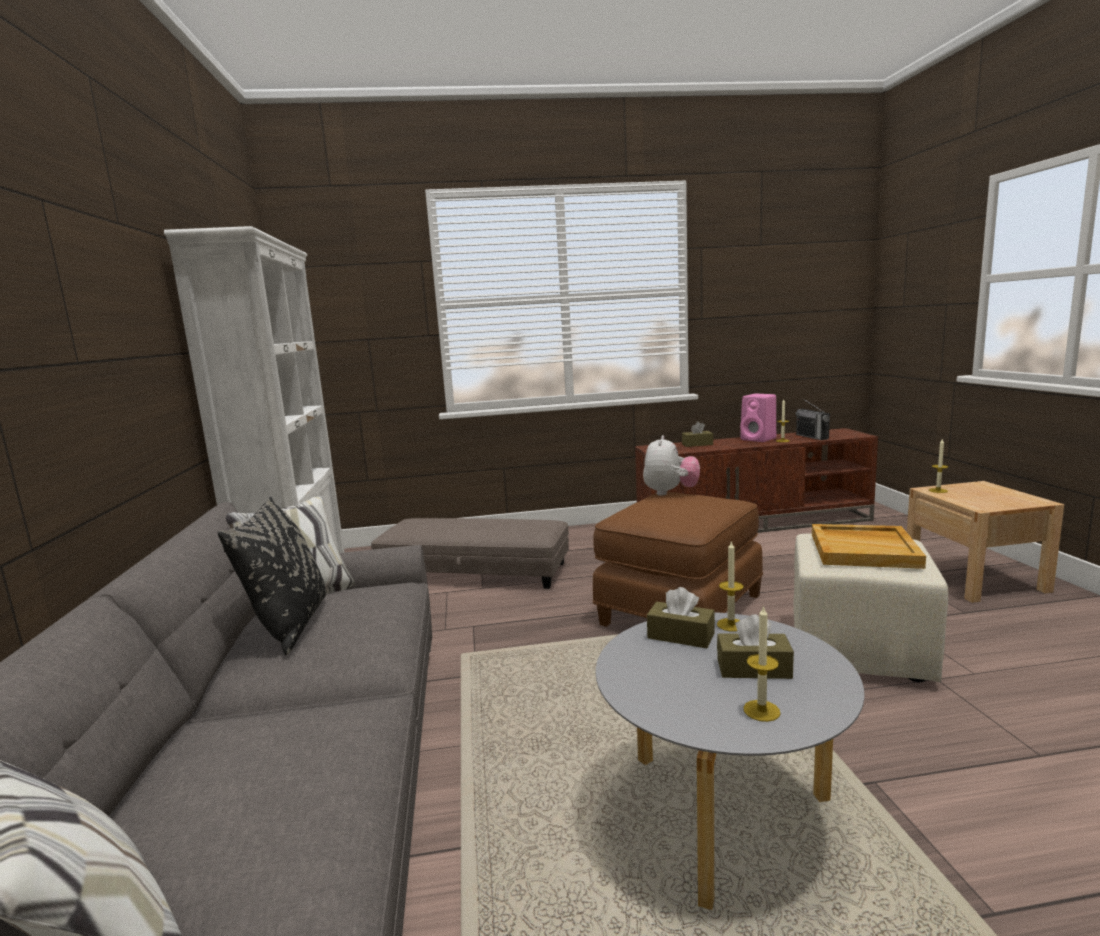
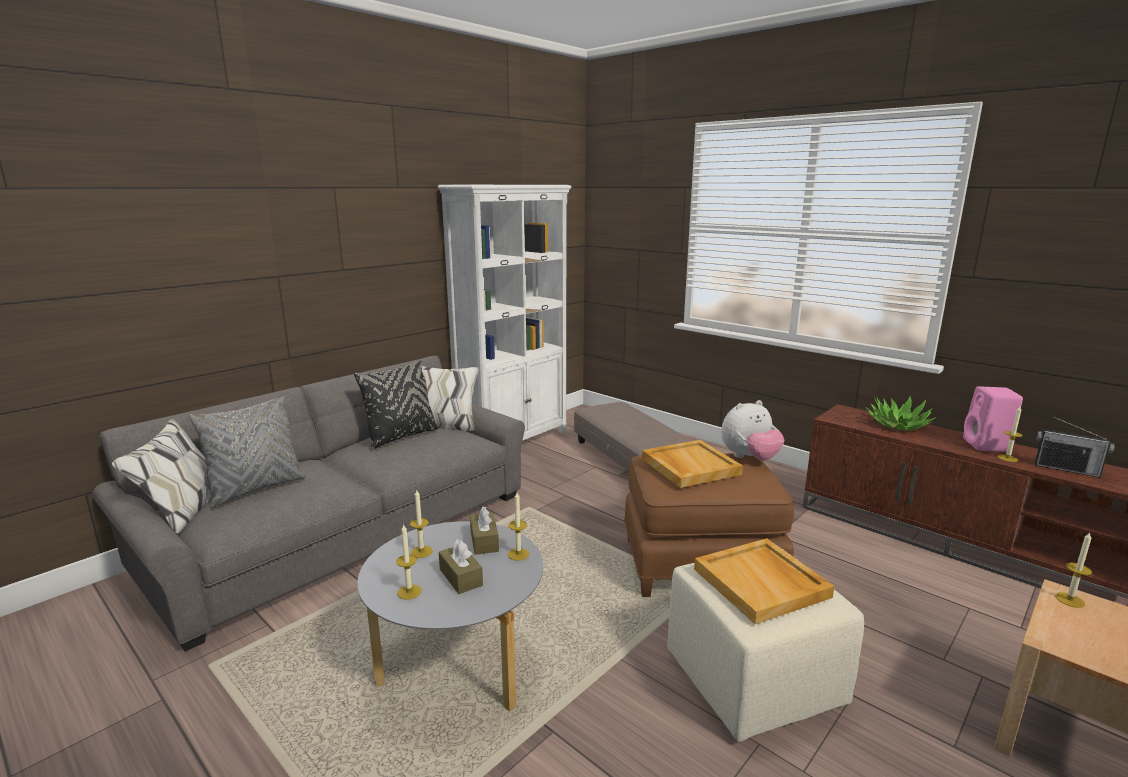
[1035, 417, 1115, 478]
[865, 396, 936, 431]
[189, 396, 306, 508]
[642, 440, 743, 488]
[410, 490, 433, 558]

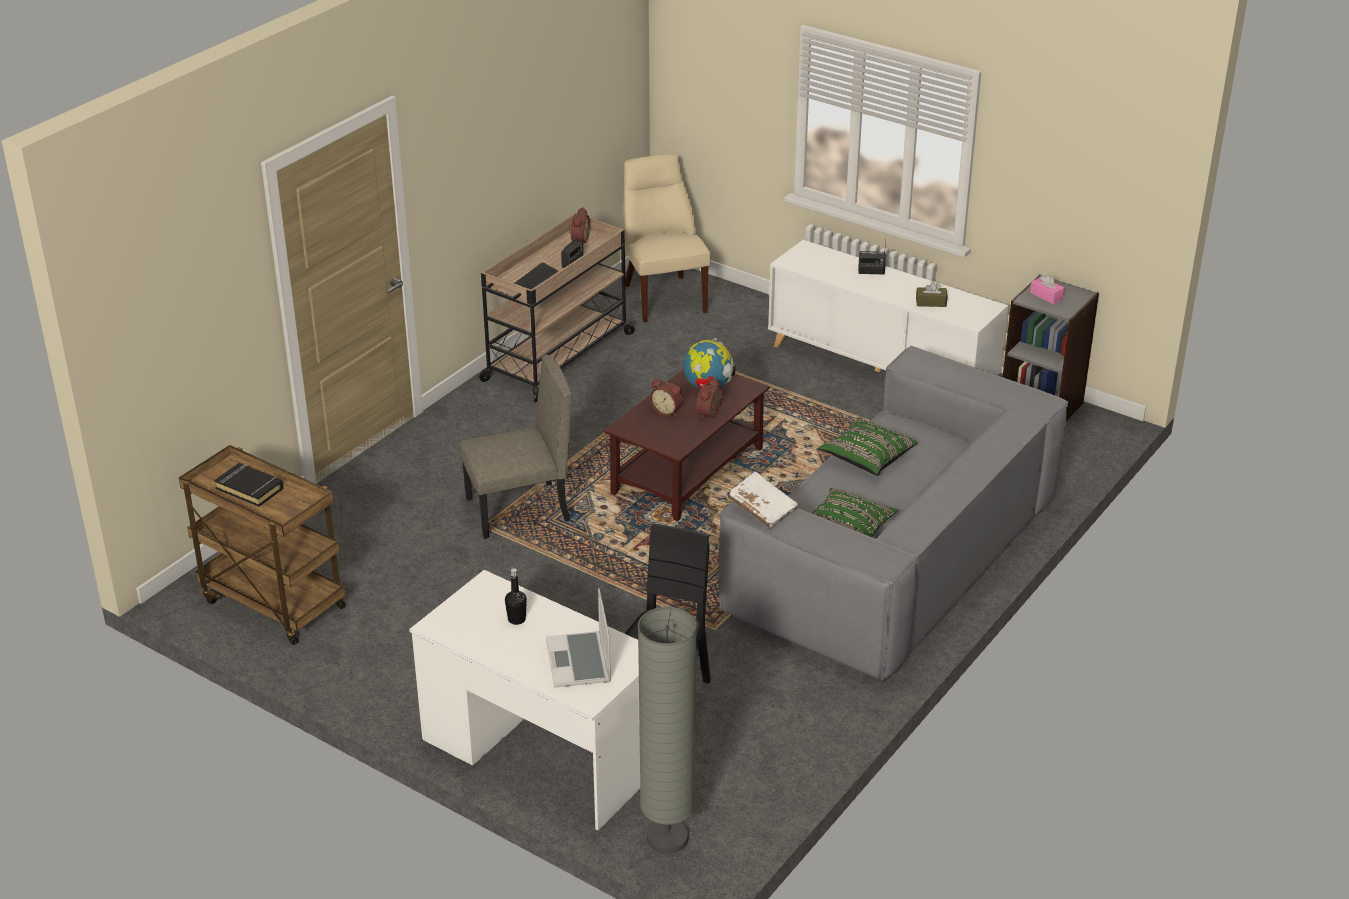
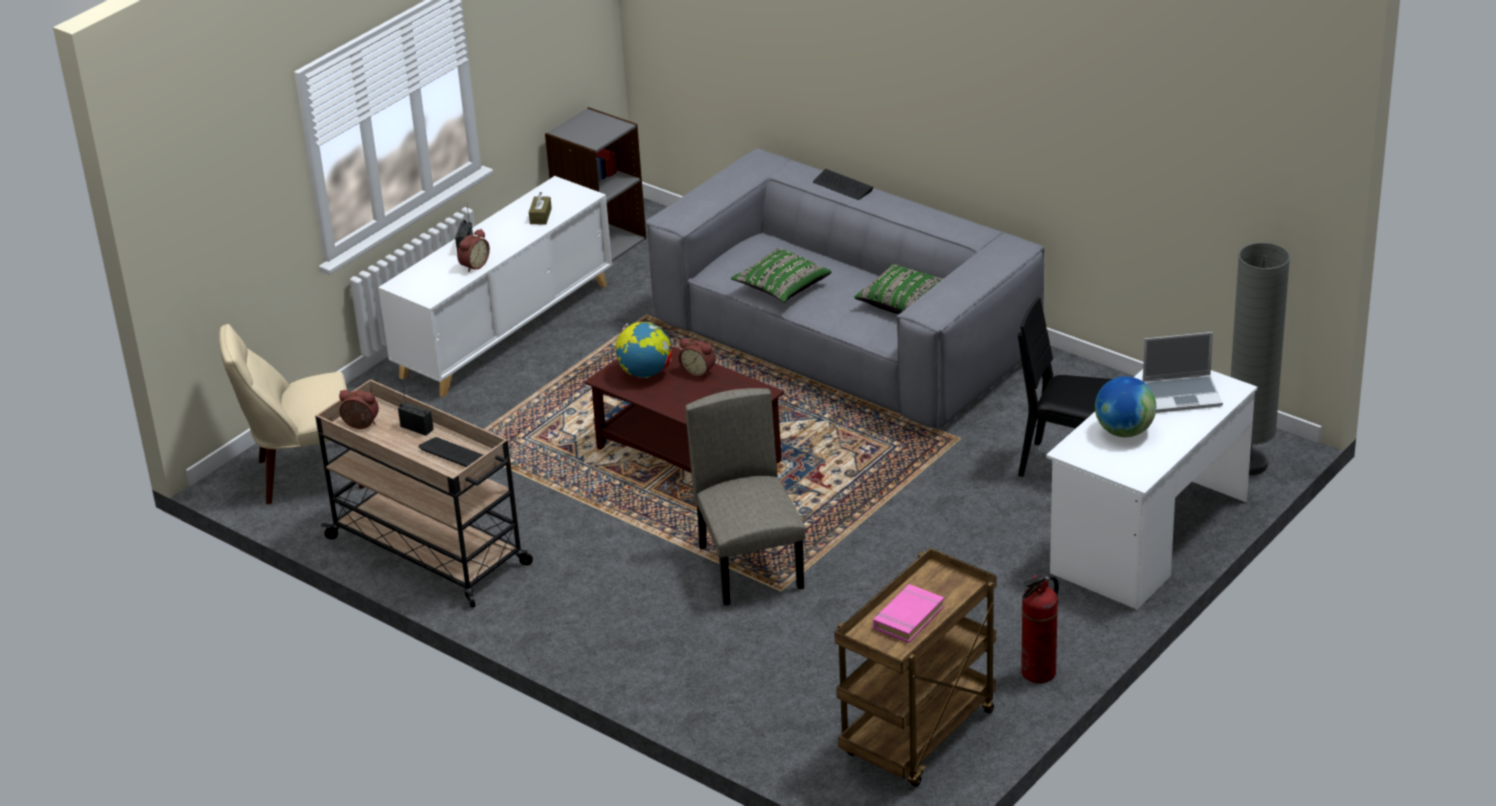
[1030, 274, 1065, 304] (first image)
[457, 229, 490, 272]
[873, 584, 944, 643]
[728, 471, 798, 528] (first image)
[1095, 376, 1156, 437]
[813, 169, 873, 200]
[1021, 575, 1059, 683]

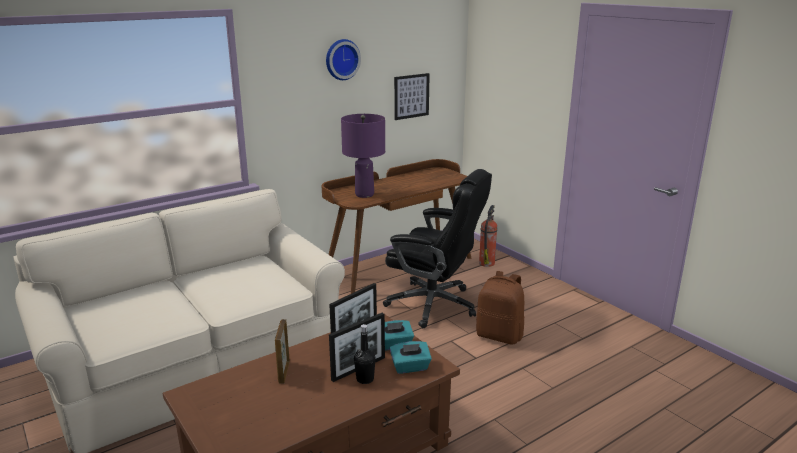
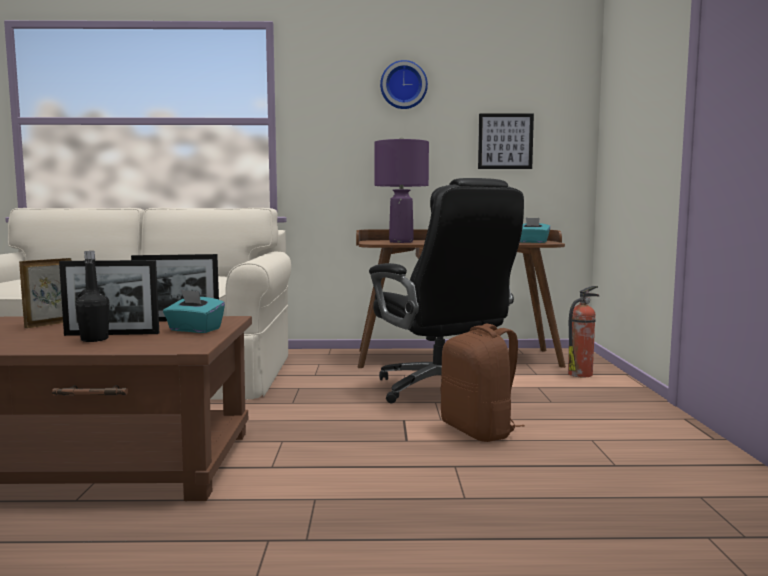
[520, 218, 550, 243]

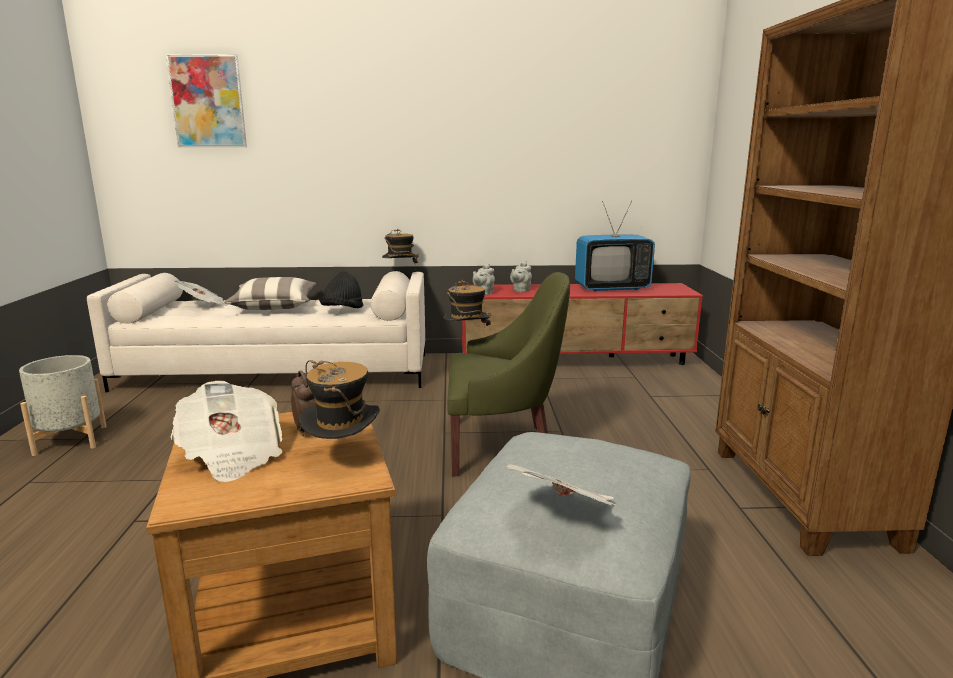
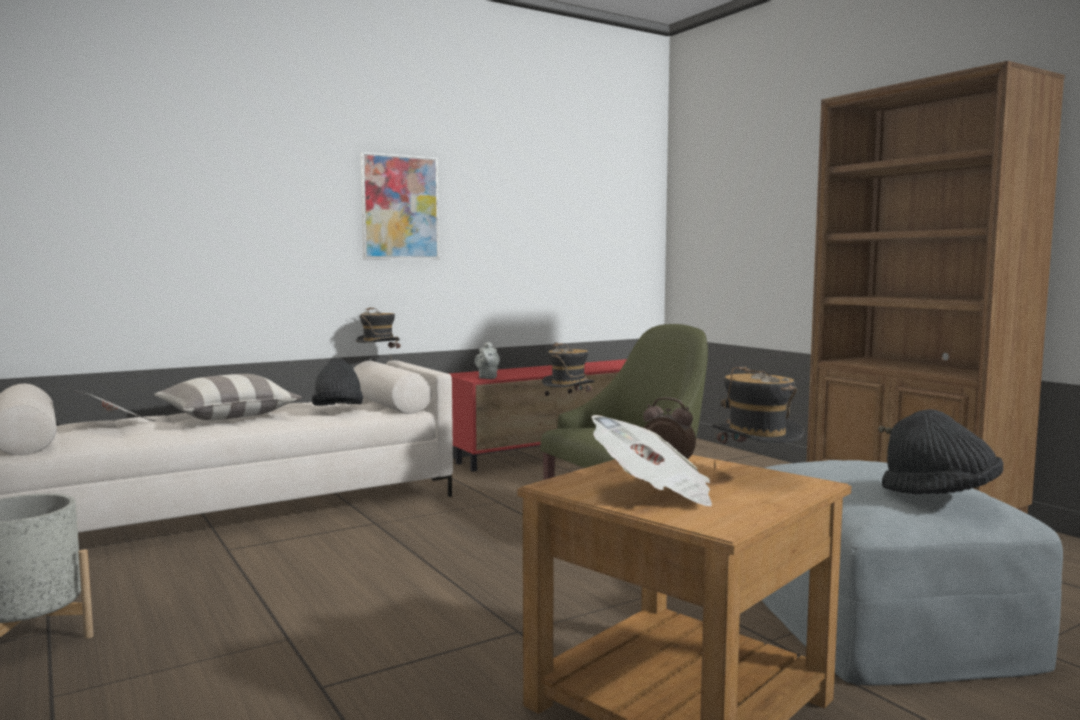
[361, 152, 439, 259]
[575, 201, 655, 291] (first image)
[510, 261, 532, 292] (first image)
[882, 409, 1003, 494]

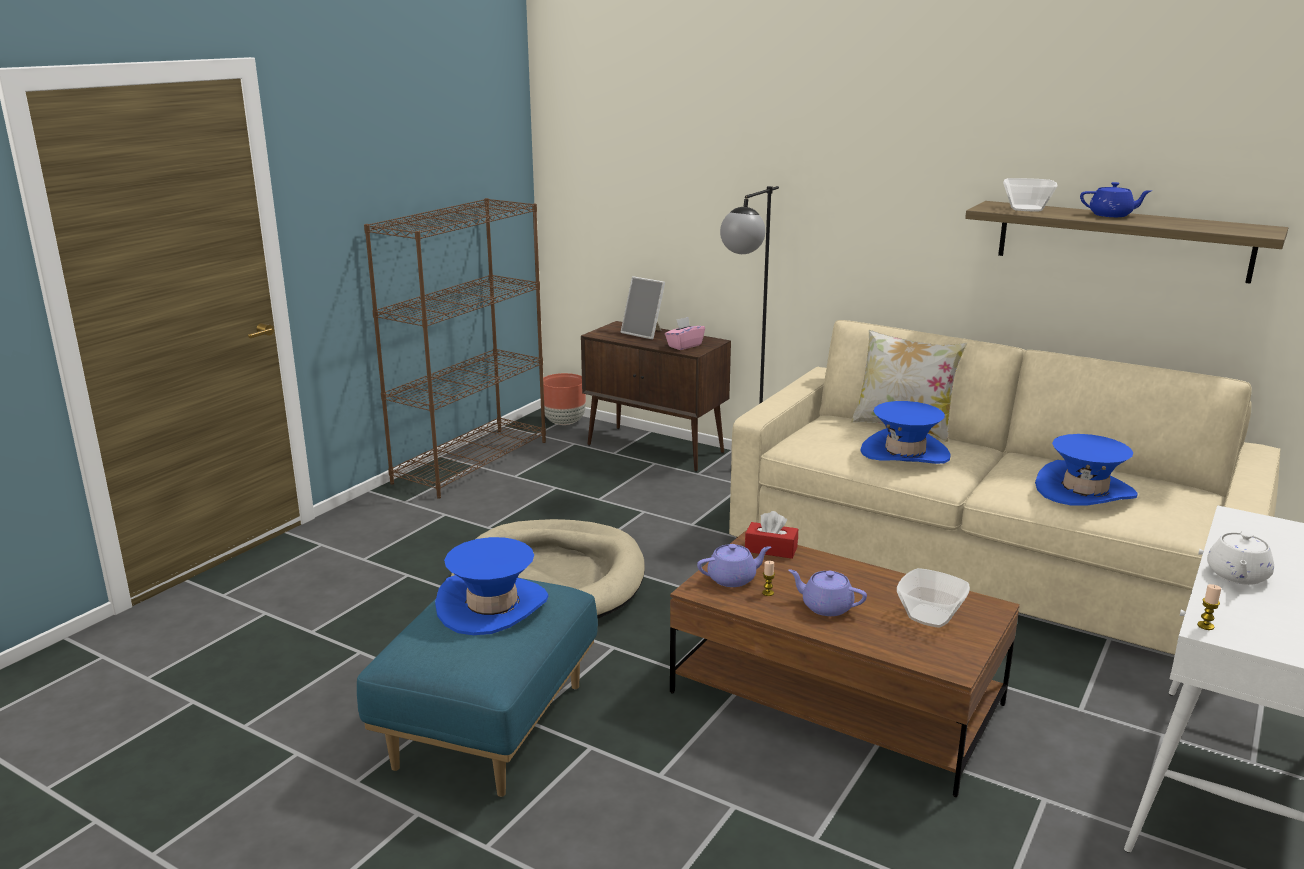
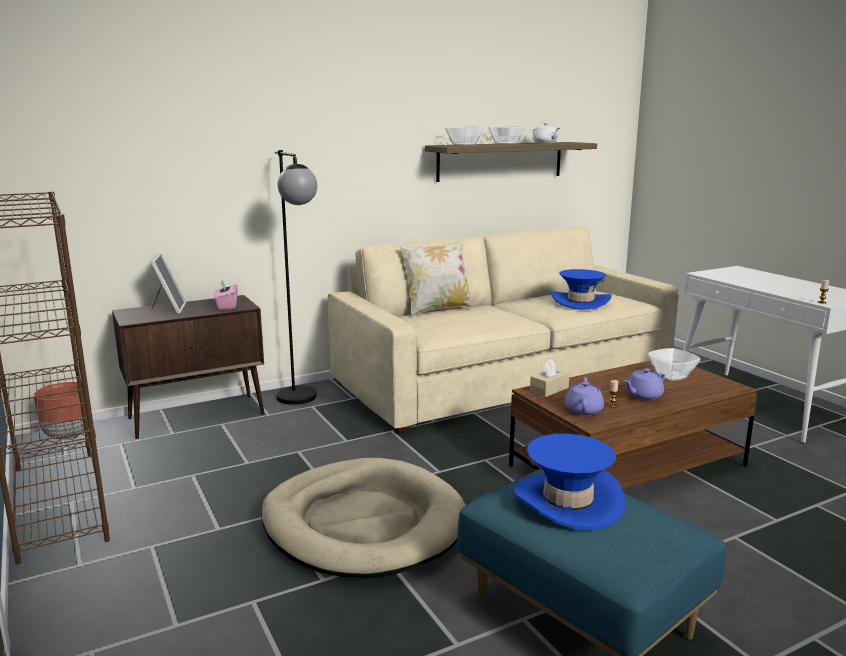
[488, 126, 526, 144]
[149, 253, 186, 314]
[860, 401, 950, 464] (first image)
[530, 359, 570, 397]
[532, 123, 560, 144]

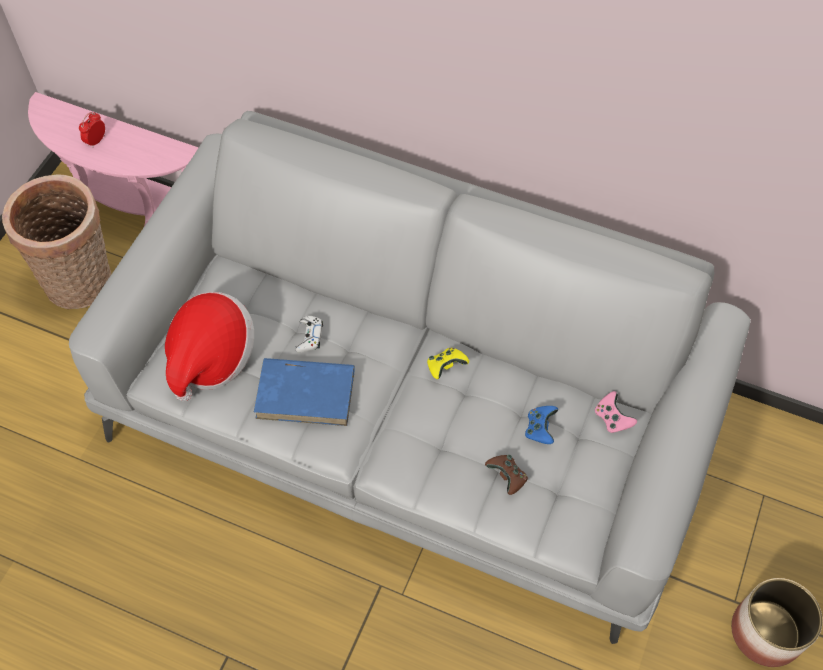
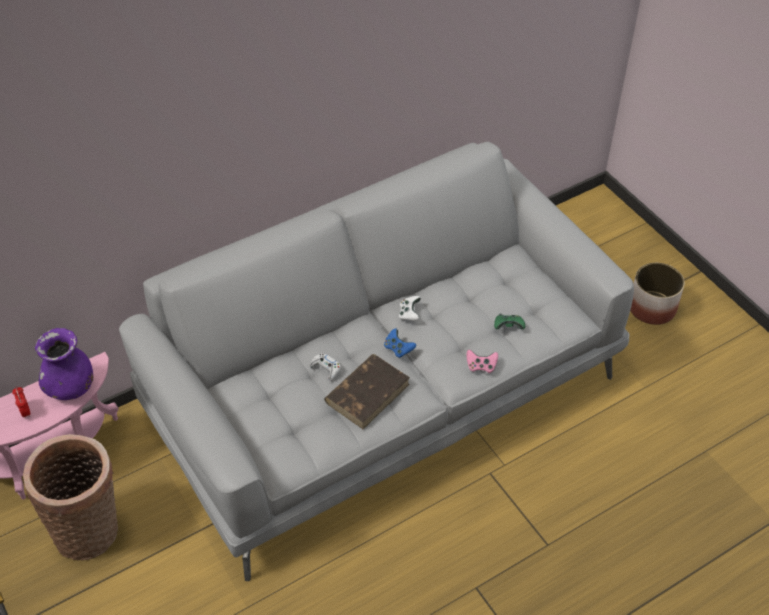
[165, 292, 254, 401] (first image)
[399, 296, 421, 321]
[324, 354, 410, 429]
[467, 350, 498, 373]
[384, 328, 416, 358]
[494, 314, 525, 329]
[35, 328, 93, 400]

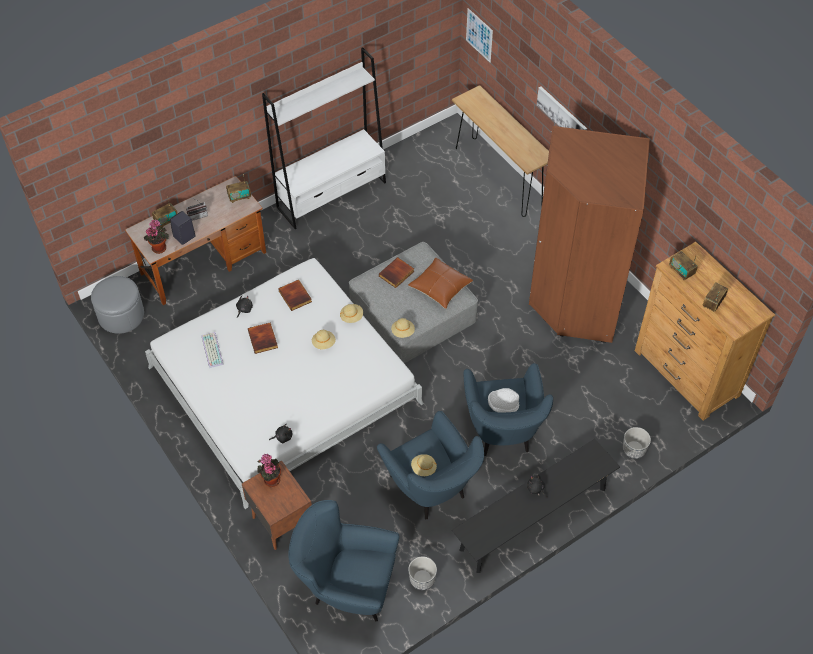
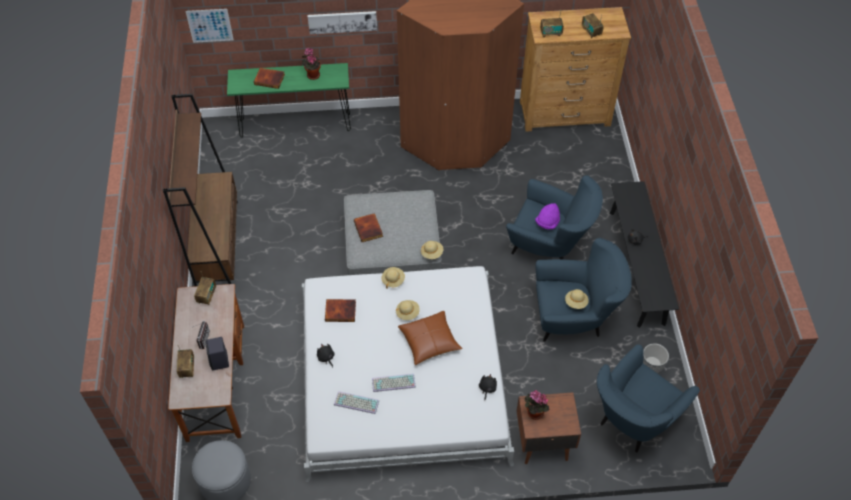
[163, 94, 238, 286]
[227, 63, 351, 138]
[302, 48, 321, 80]
[398, 311, 463, 365]
[254, 68, 285, 89]
[535, 203, 560, 230]
[623, 427, 651, 459] (first image)
[372, 374, 416, 392]

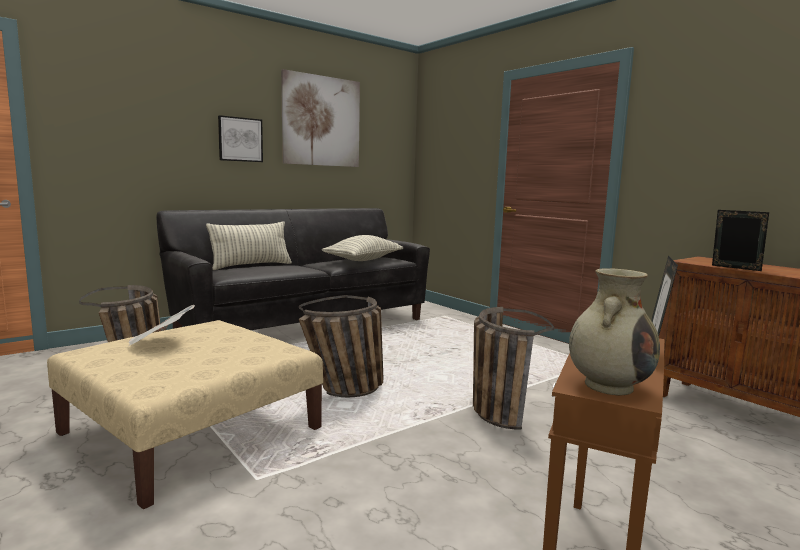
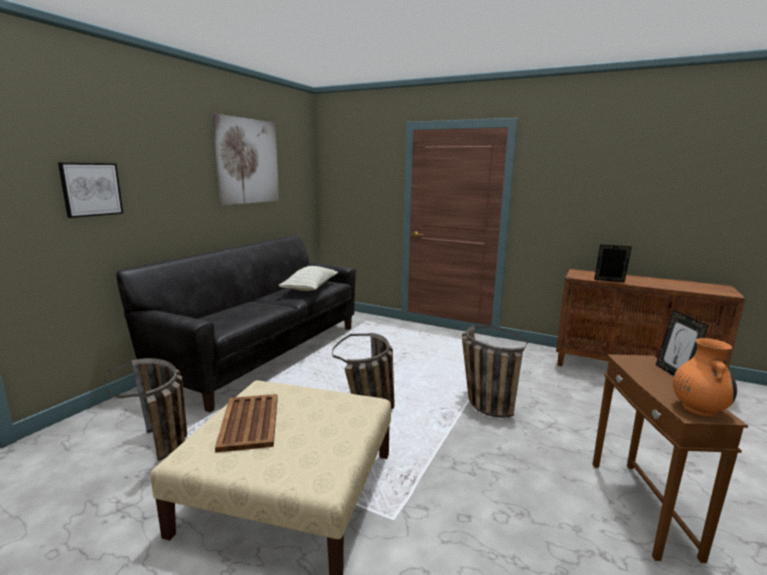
[58, 163, 123, 218]
[206, 221, 292, 270] (first image)
[673, 338, 737, 417]
[215, 394, 278, 453]

